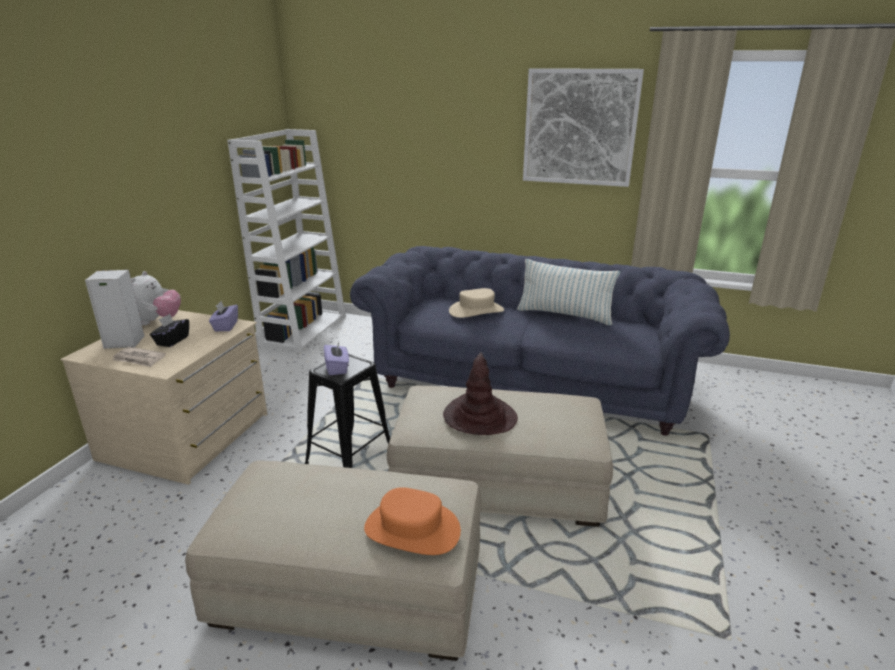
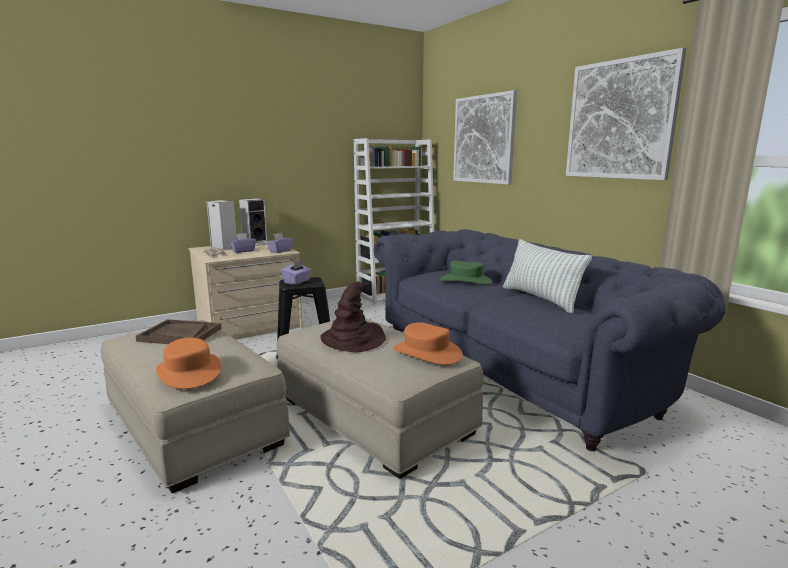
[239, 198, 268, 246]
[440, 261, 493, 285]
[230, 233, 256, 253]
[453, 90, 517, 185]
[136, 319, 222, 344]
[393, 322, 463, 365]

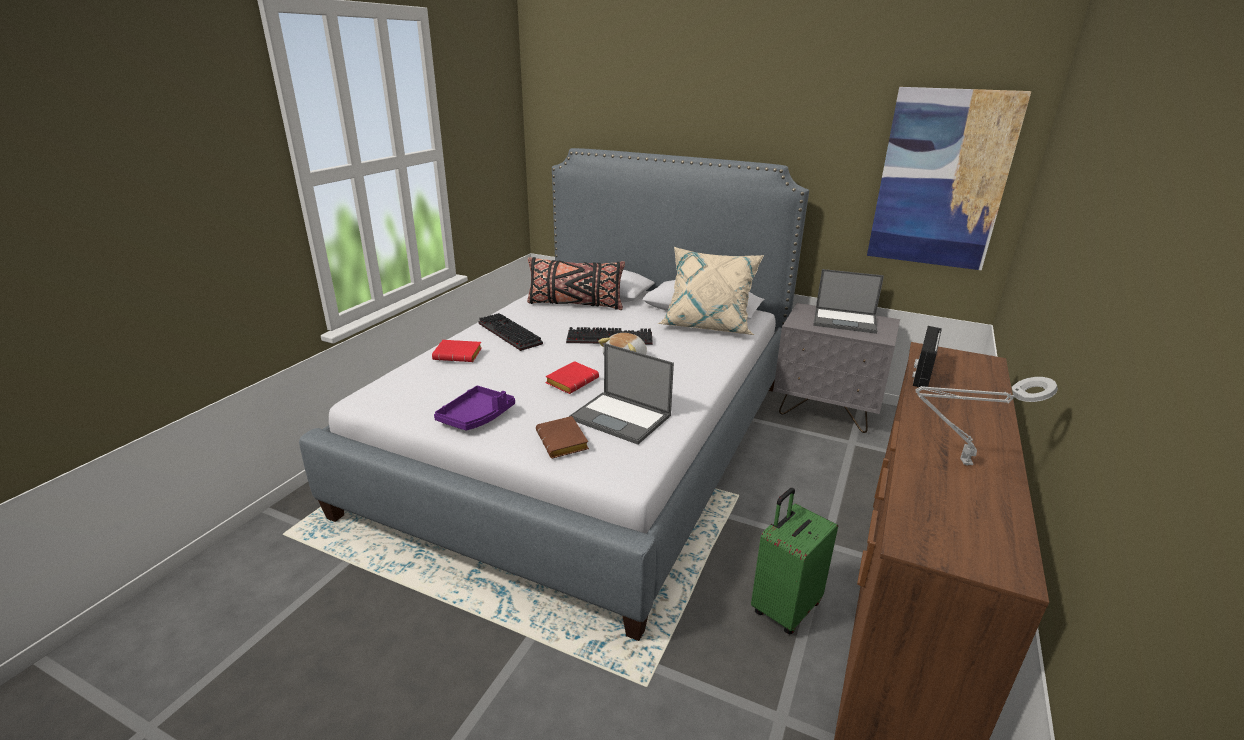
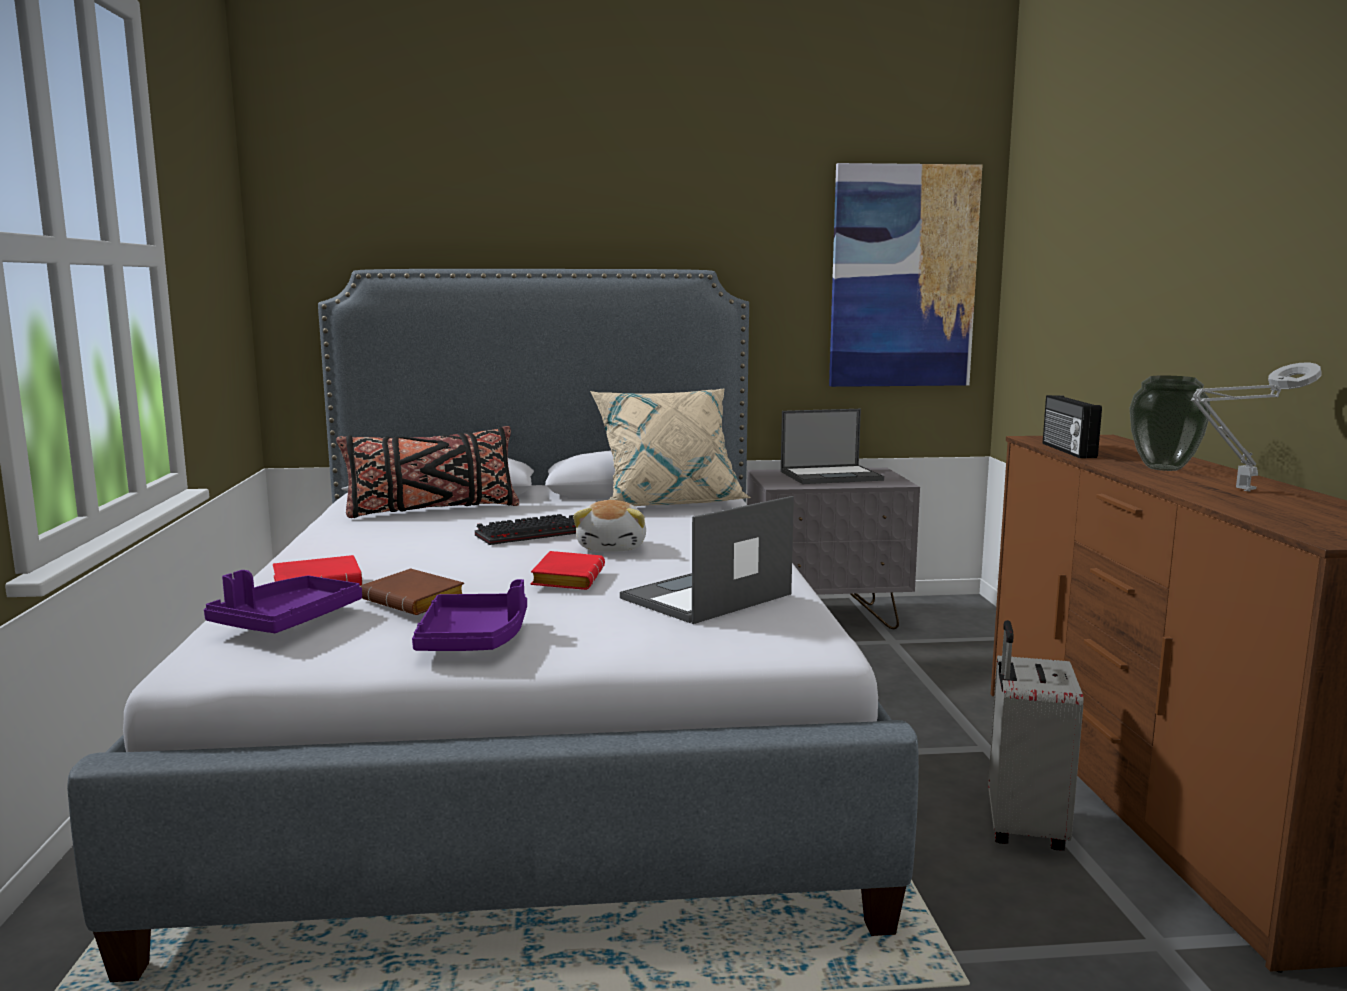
[478, 313, 543, 351] (first image)
[620, 496, 794, 624]
[361, 568, 464, 615]
[988, 620, 1084, 851]
[1129, 376, 1211, 471]
[204, 570, 362, 633]

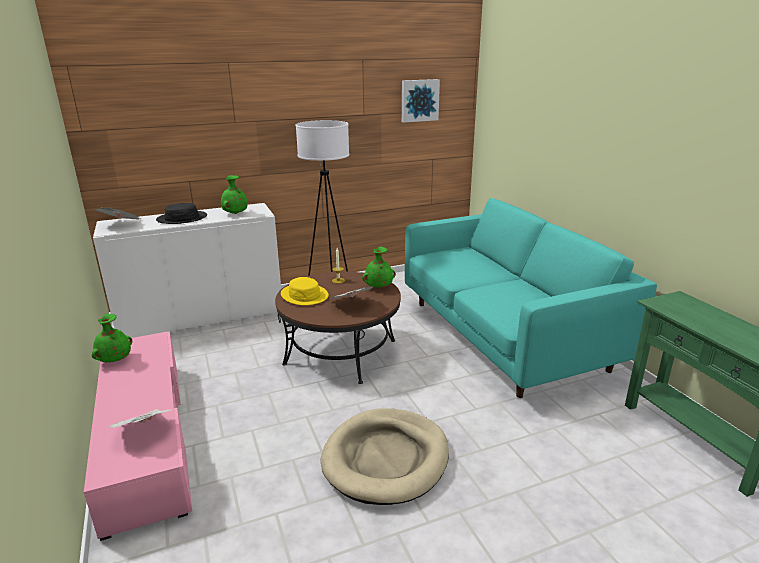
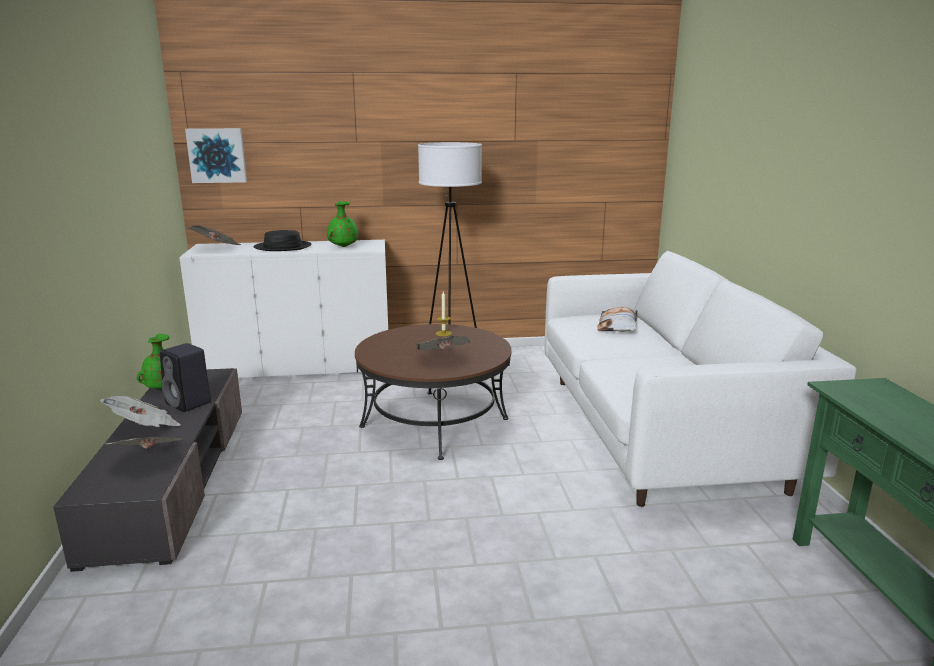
[185, 128, 247, 183]
[544, 251, 857, 507]
[362, 247, 396, 288] (first image)
[281, 277, 329, 306] (first image)
[53, 368, 242, 572]
[321, 408, 449, 505] (first image)
[598, 307, 637, 332]
[160, 343, 211, 412]
[100, 396, 180, 427]

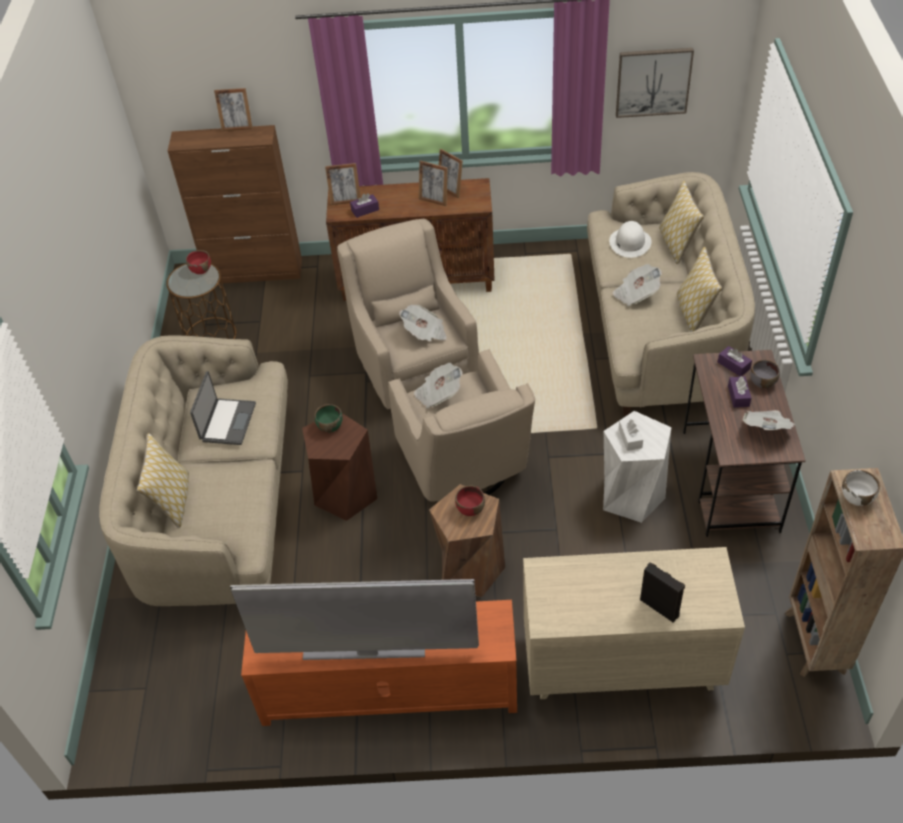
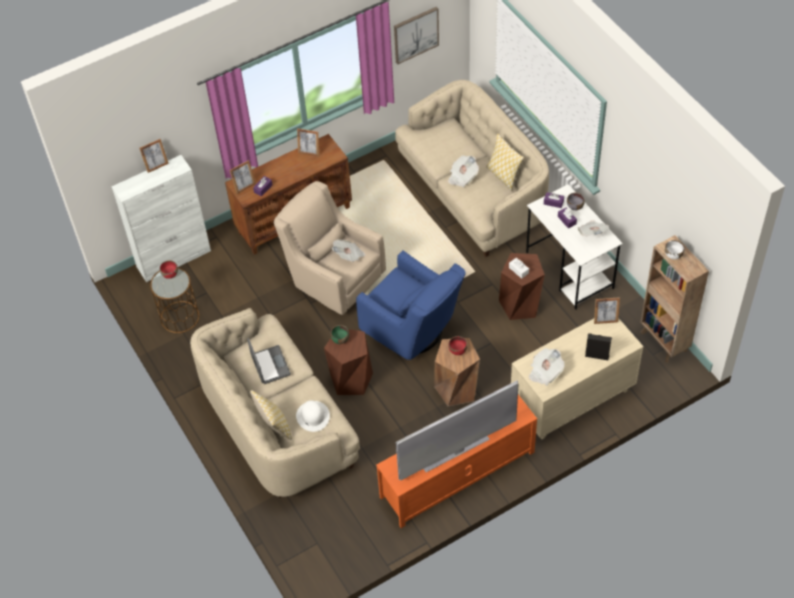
[112, 155, 211, 282]
[594, 297, 620, 324]
[659, 181, 704, 264] (first image)
[296, 400, 330, 432]
[356, 250, 466, 360]
[526, 184, 623, 309]
[529, 348, 565, 386]
[499, 253, 545, 320]

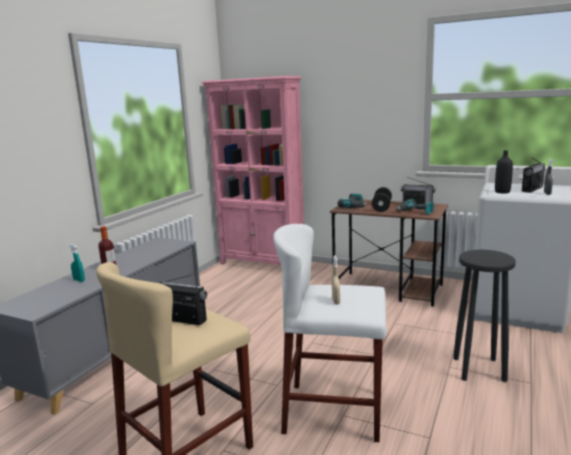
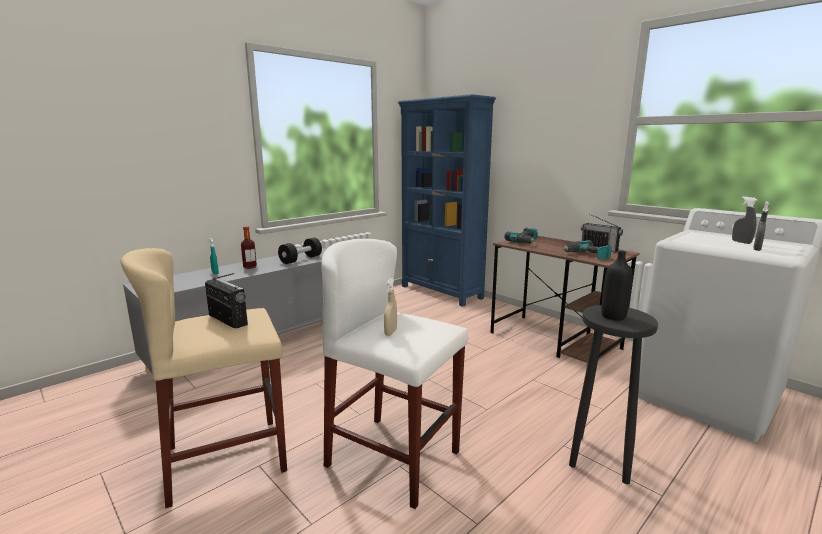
[398, 94, 496, 307]
[601, 251, 633, 320]
[732, 197, 758, 244]
[278, 238, 322, 264]

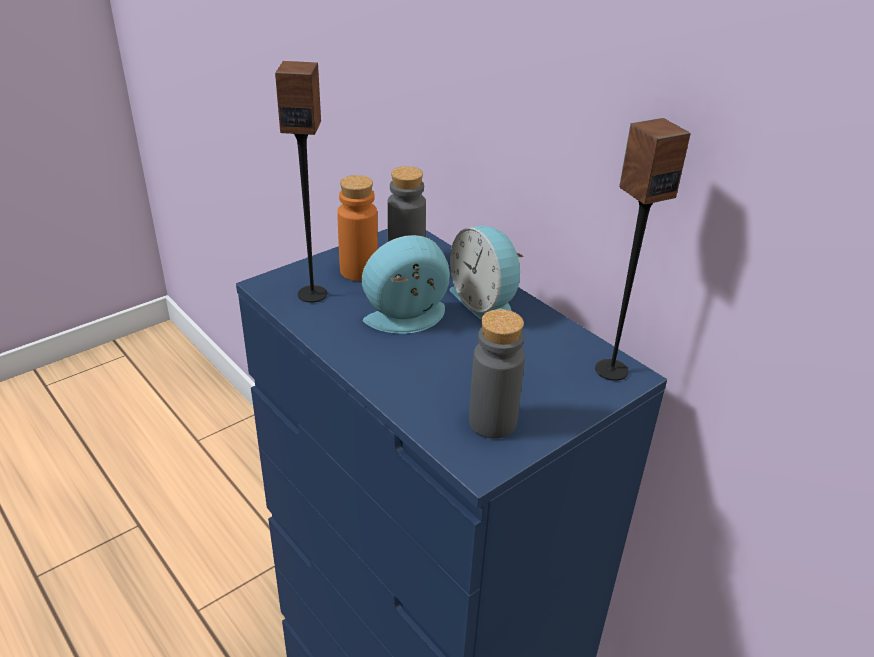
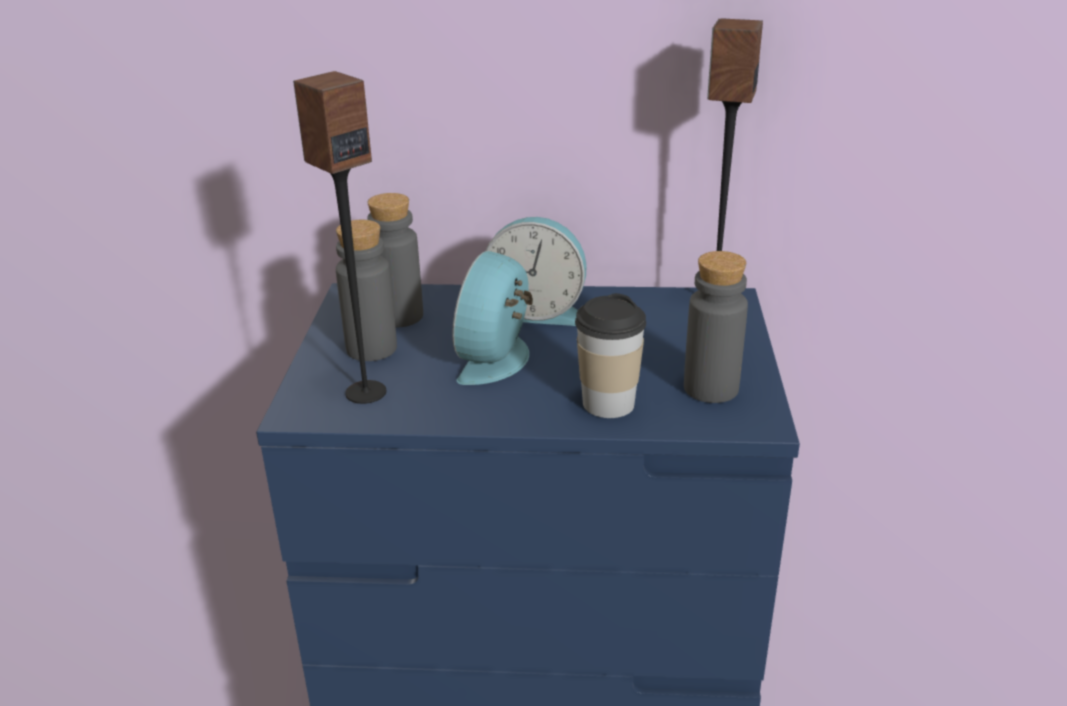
[336, 220, 397, 361]
[575, 293, 646, 418]

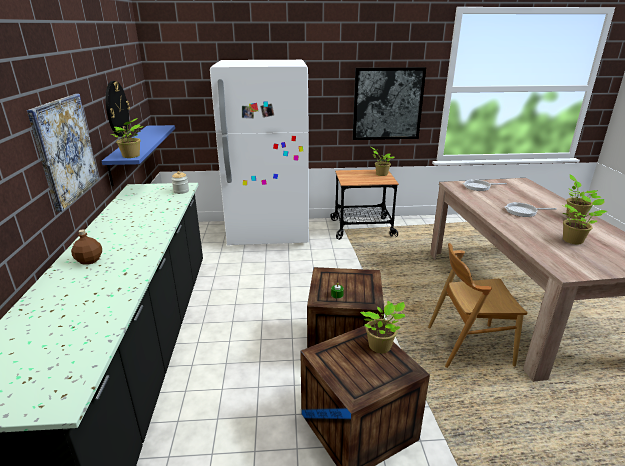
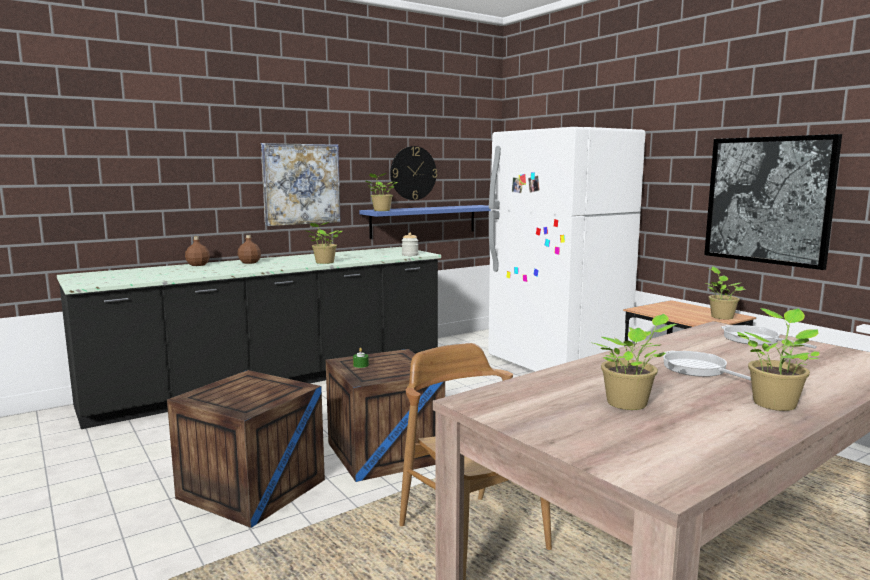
[305, 222, 342, 264]
[185, 236, 210, 266]

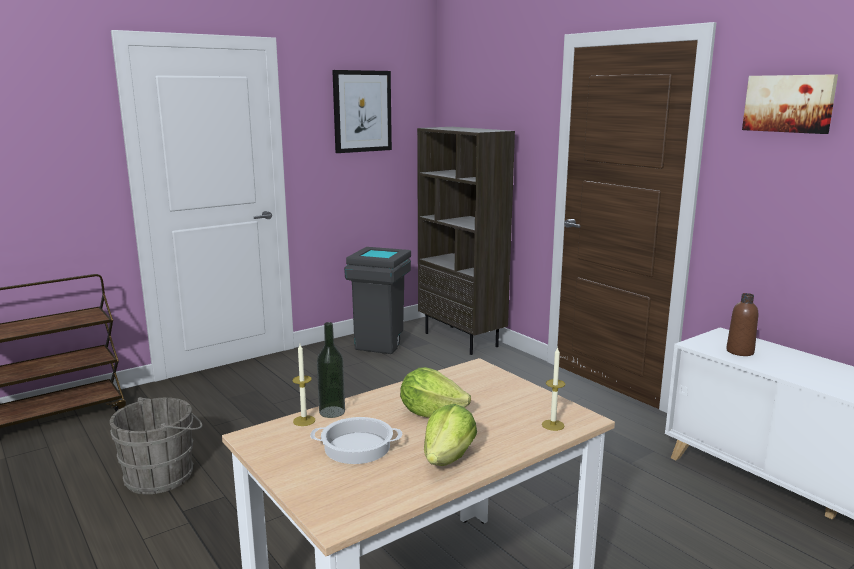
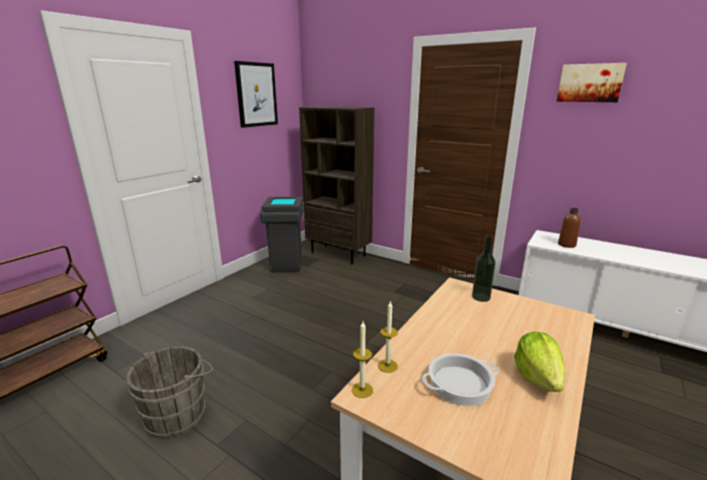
[472, 235, 496, 302]
[352, 321, 373, 398]
[400, 367, 471, 418] (first image)

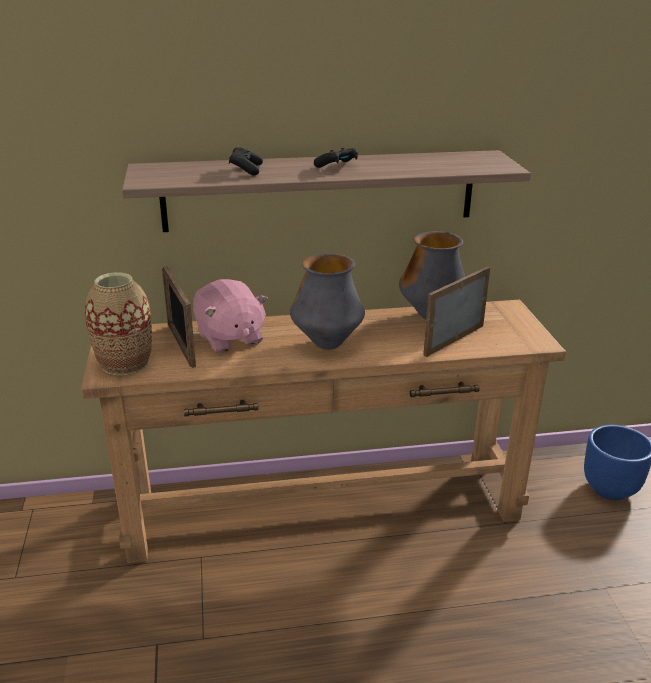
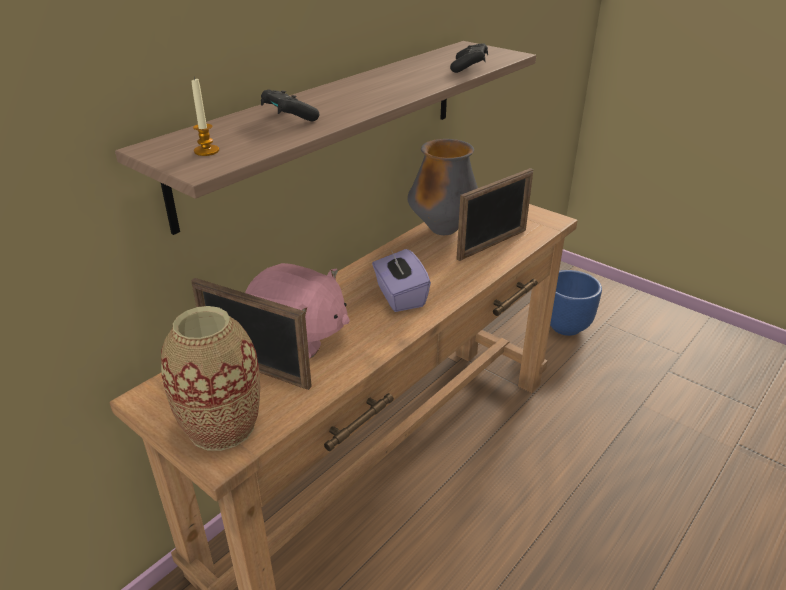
[450, 43, 488, 73]
[372, 249, 431, 312]
[456, 168, 533, 261]
[191, 77, 219, 156]

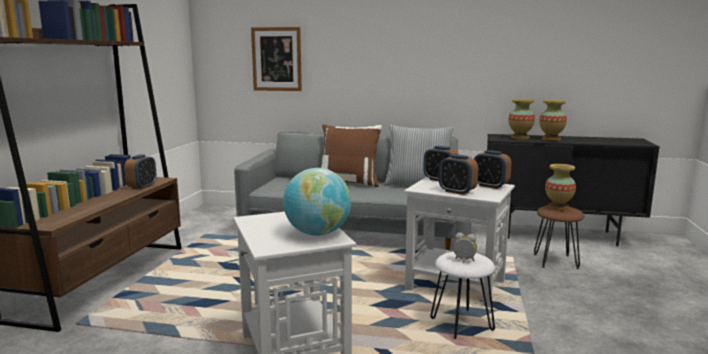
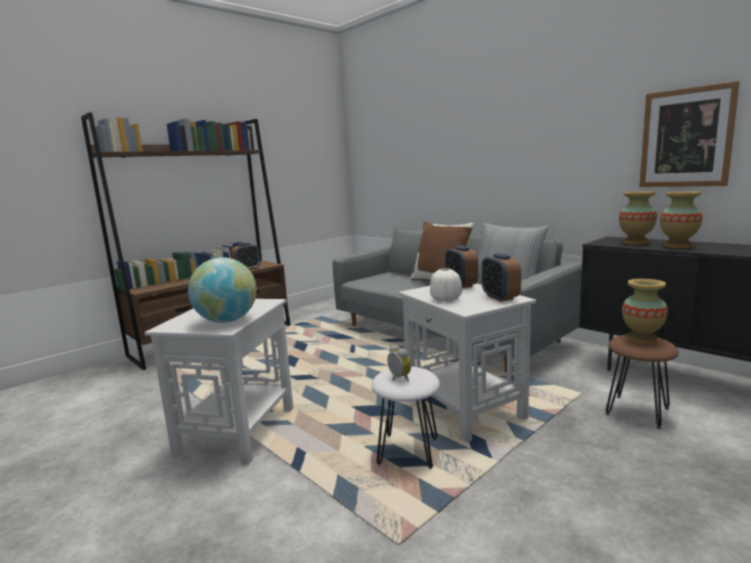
[639, 81, 740, 187]
[430, 268, 462, 302]

